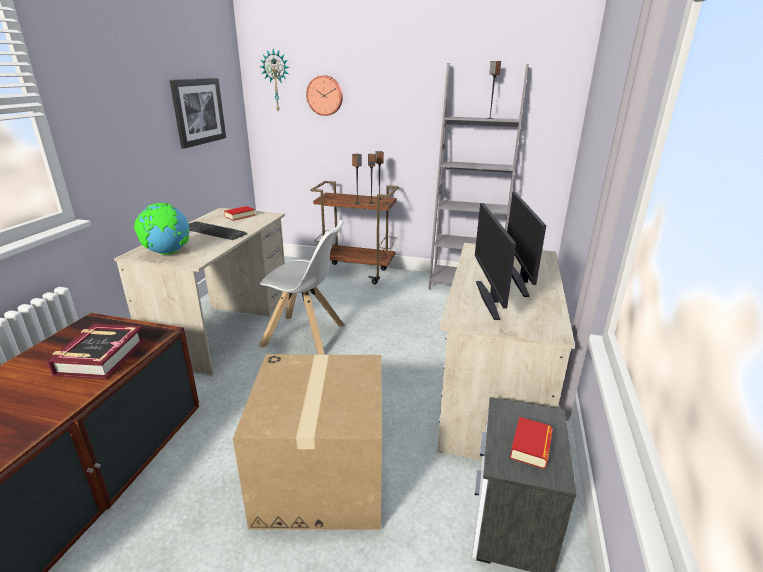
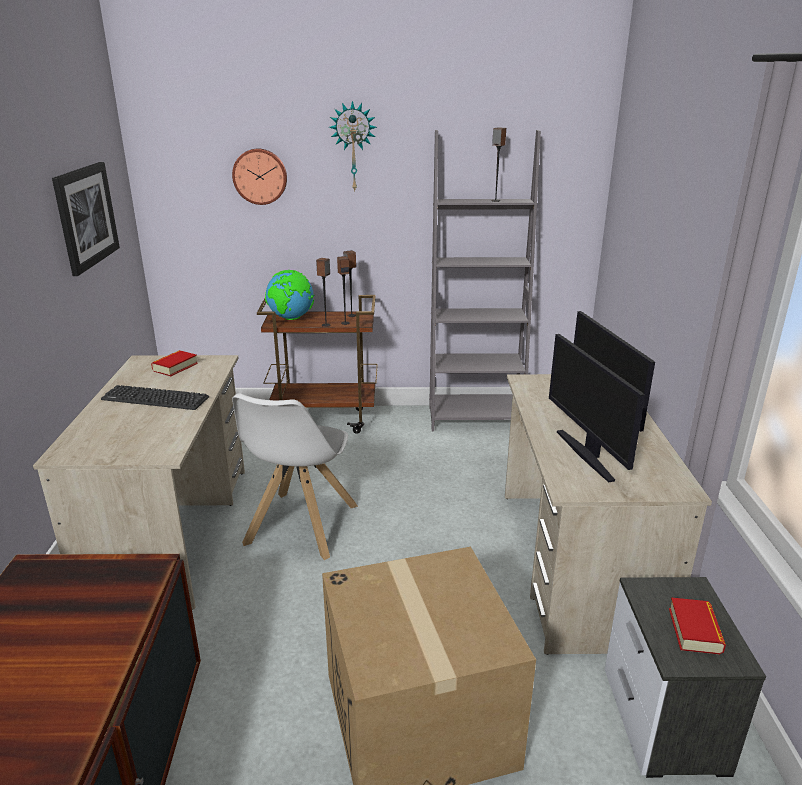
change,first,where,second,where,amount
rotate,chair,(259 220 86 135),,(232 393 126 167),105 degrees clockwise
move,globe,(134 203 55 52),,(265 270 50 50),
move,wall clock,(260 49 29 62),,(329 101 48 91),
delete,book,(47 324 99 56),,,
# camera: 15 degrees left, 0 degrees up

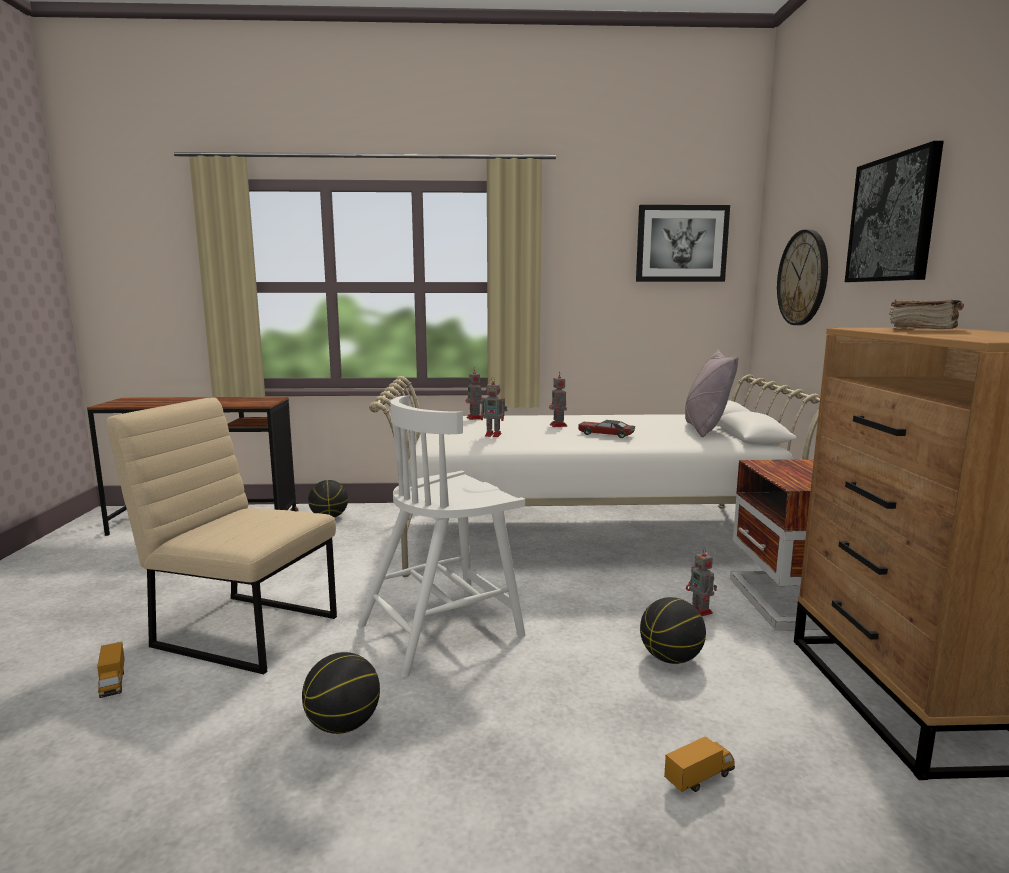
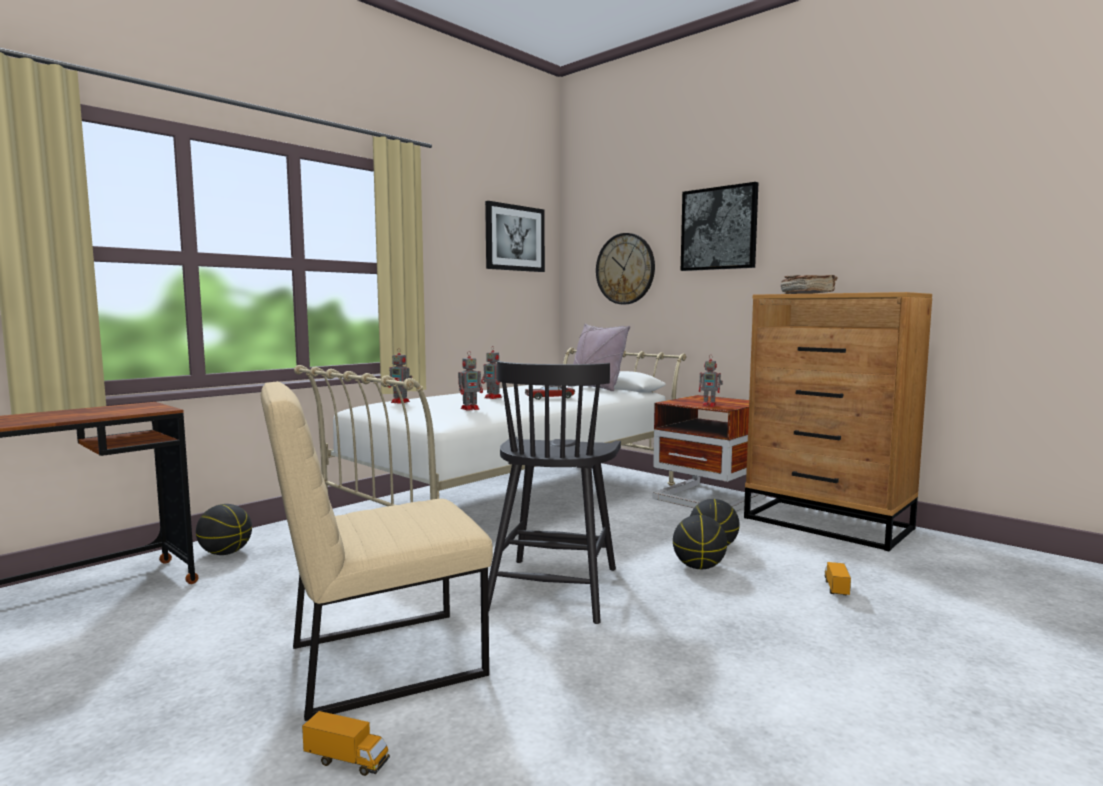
change,first,where,second,where,amount
recolor,white chair,(358 396 167 281),black chair,(488 361 133 263),
move,basketball,(302 652 78 82),,(673 515 54 54),
move,toy robot,(686 547 31 69),,(699 357 24 50),
# camera: 45 degrees left, 5 degrees down

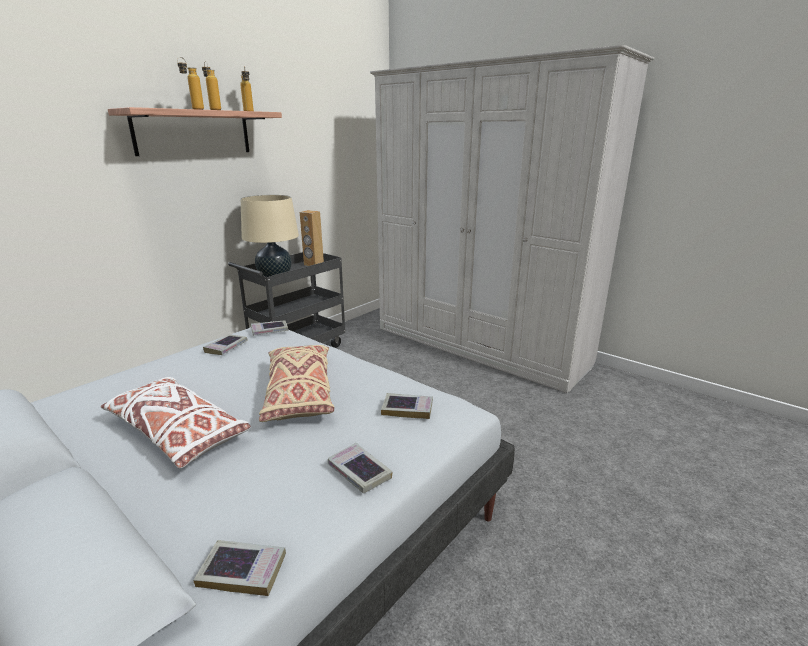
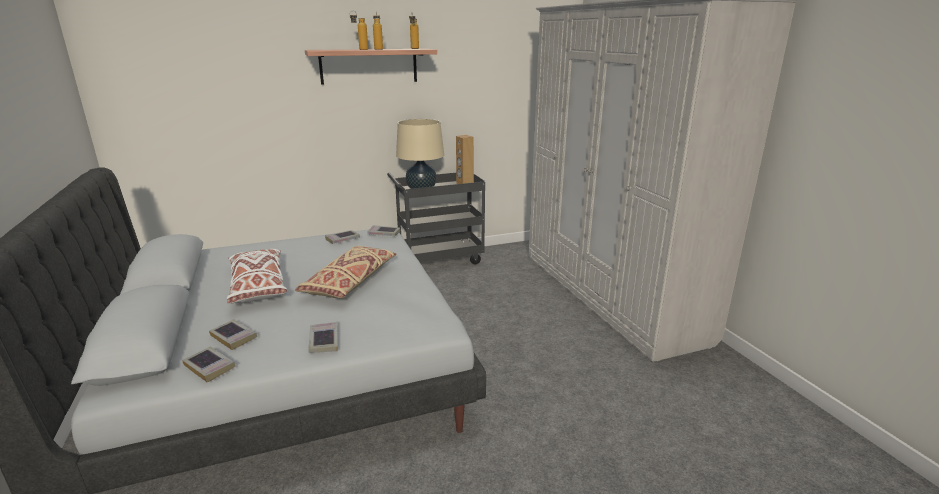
change,first,where,second,where,amount
move,book,(381 393 52 26),,(209 319 48 31),
# camera: 30 degrees right, 0 degrees up

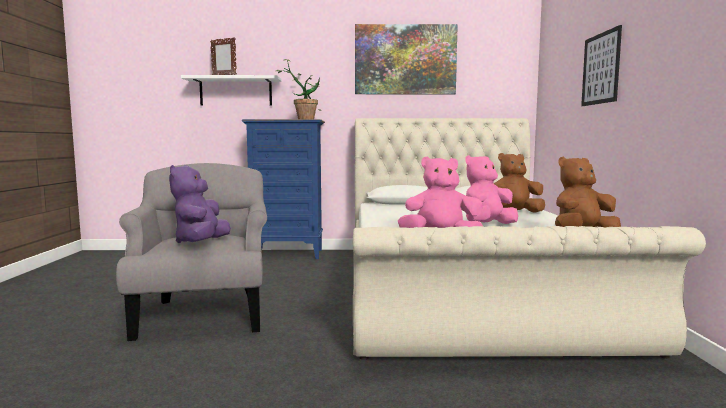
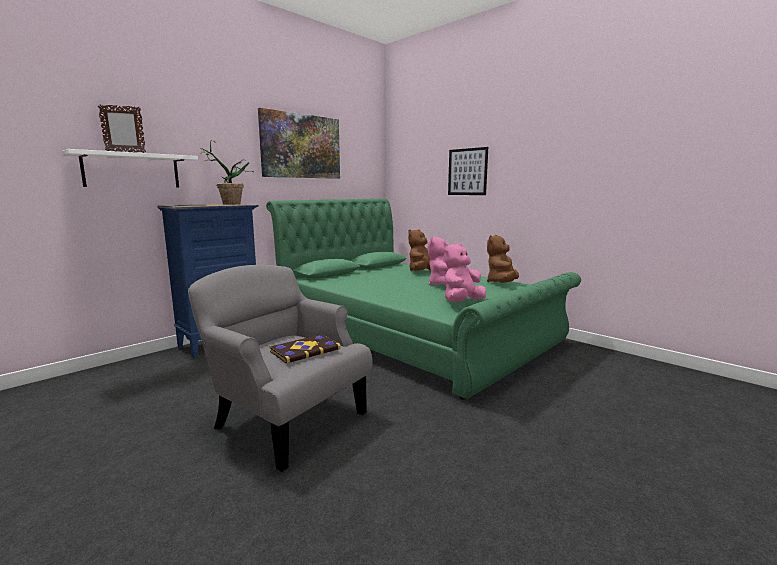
change,first,where,second,where,amount
recolor,beige bed,(353 118 353 242),green bed,(266 198 315 202),
replace,purple plush toy,(169 165 62 78),book,(270 334 71 30),
# camera: 45 degrees left, 5 degrees up

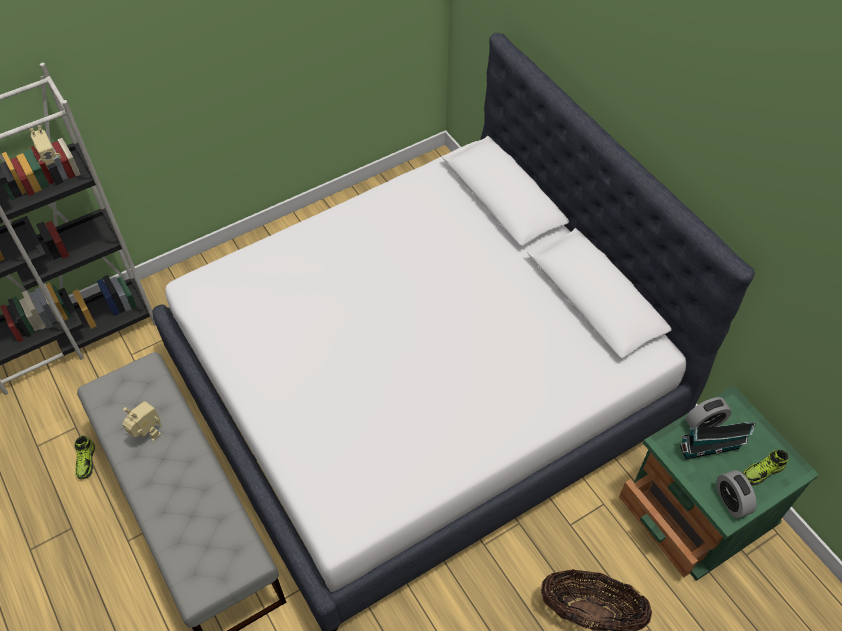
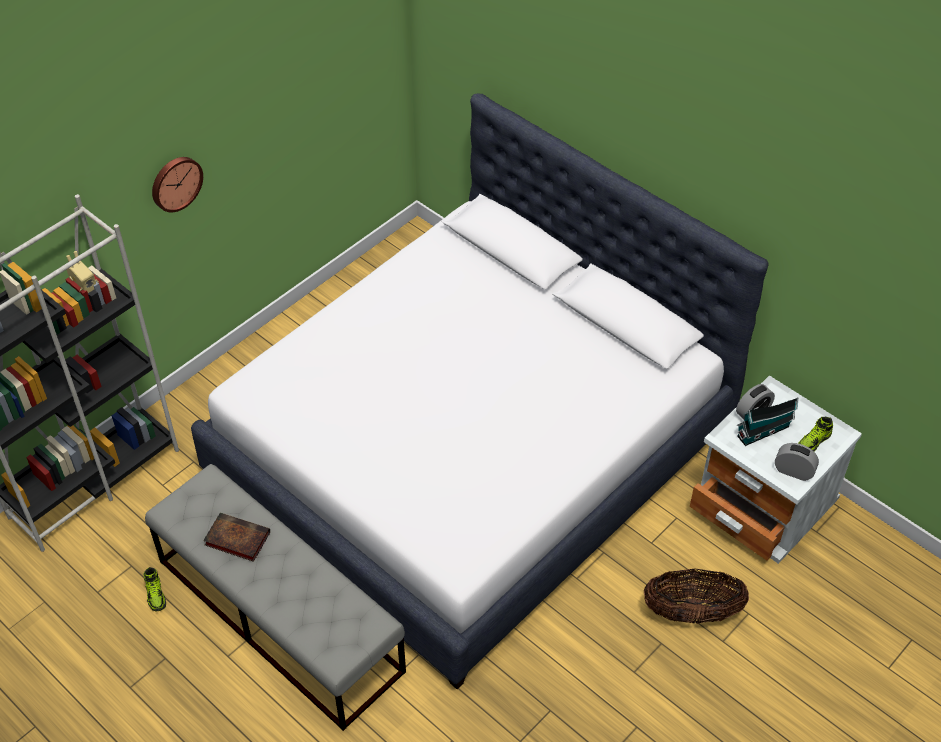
change,first,where,second,where,amount
insert,,,wall clock,(152 157 51 55),
replace,toy robot,(122 401 40 40),book,(203 512 67 50),
recolor,green nightstand,(619 385 200 196),white nightstand,(690 375 172 189),
rotate,alarm clock,(716 470 41 48),,(775 443 44 38),150 degrees clockwise
# camera: 15 degrees left, 5 degrees down

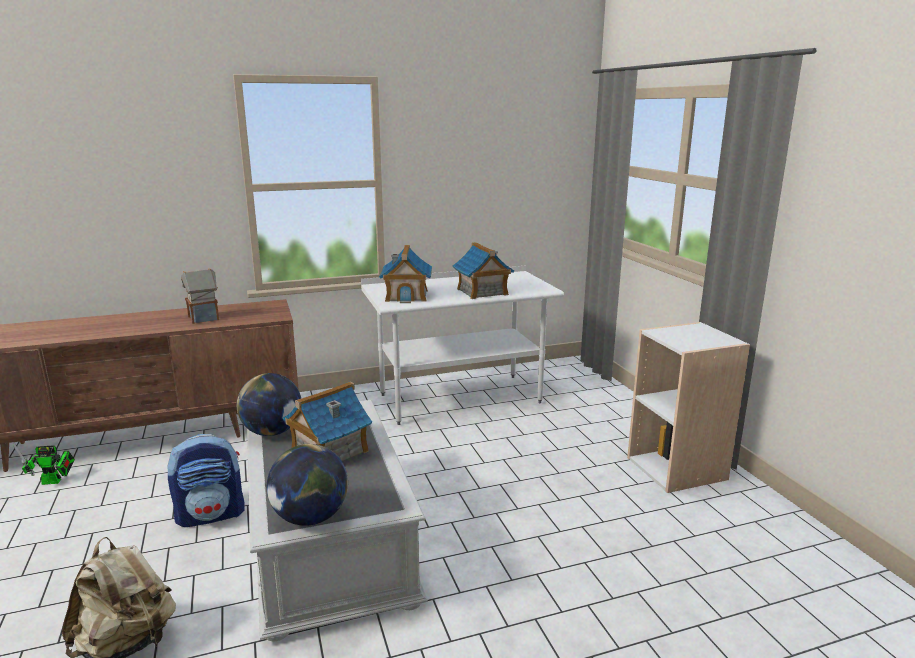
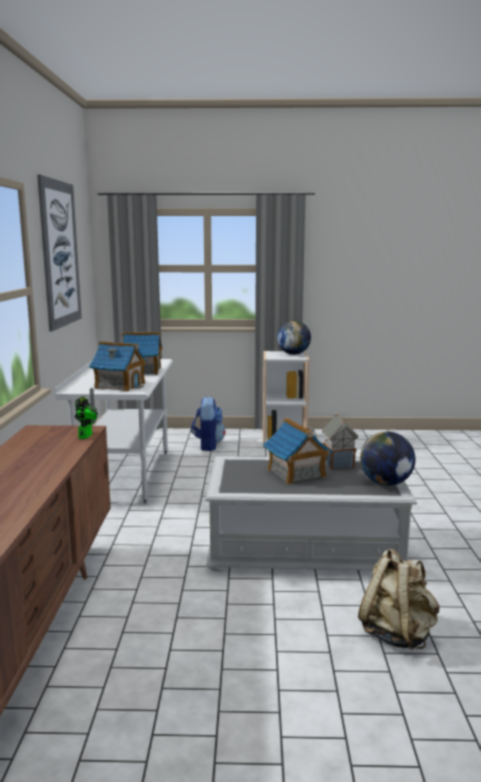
change,first,where,second,where,amount
insert,,,picture,(37 175 45 157),
move,toy robot,(13 443 62 42),,(74 387 24 52),
move,backpack,(167 434 78 93),,(191 397 35 54),
move,globe,(237 373 64 63),,(277 321 34 34),
move,toy house,(181 268 38 56),,(322 414 36 56),
# camera: 70 degrees left, 5 degrees down

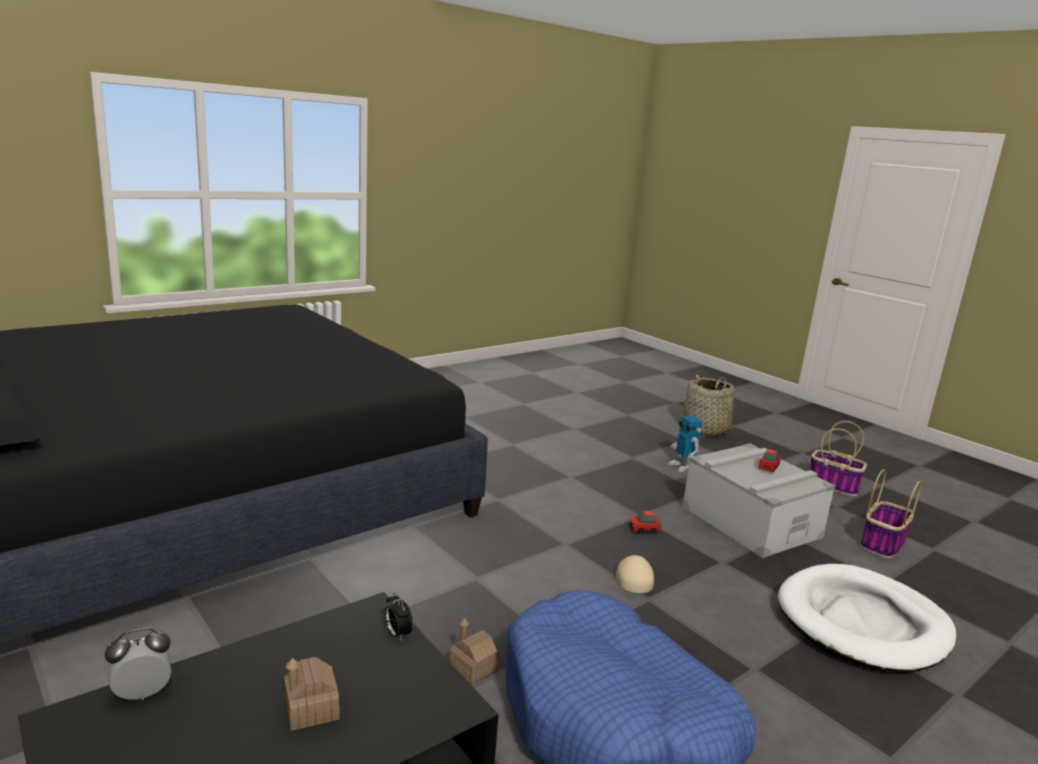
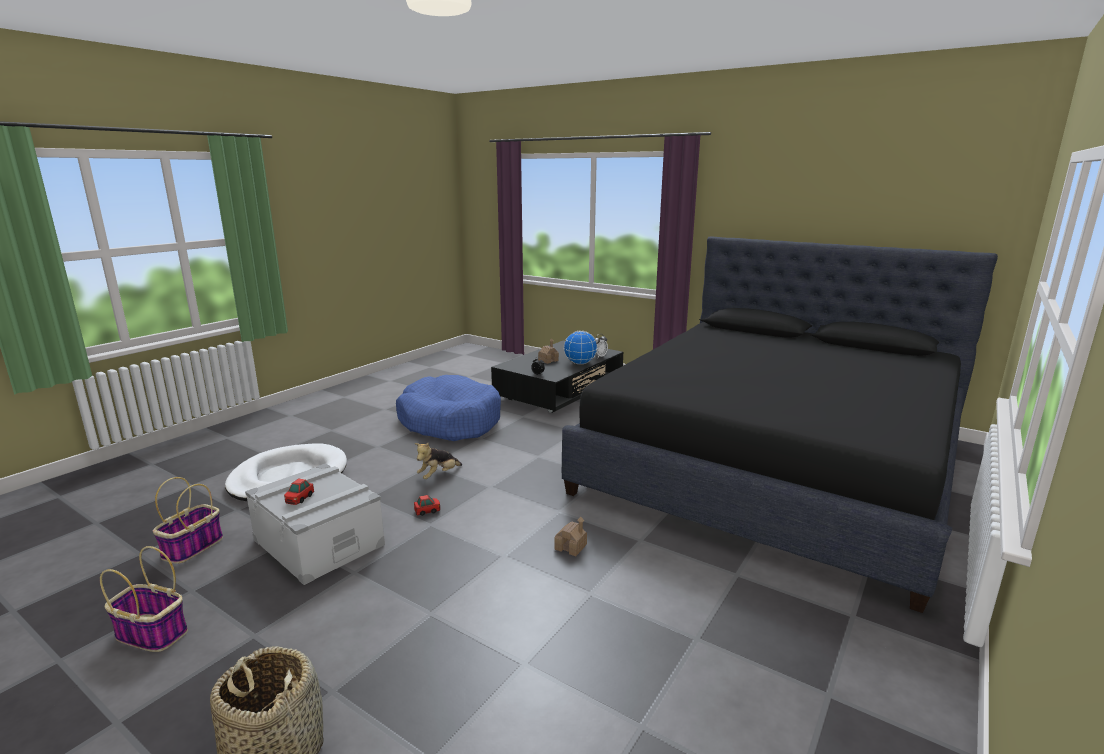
change,first,where,second,where,amount
replace,beige cap,(616 555 38 38),plush toy,(415 443 47 36),
move,toy house,(449 618 51 67),,(554 517 33 39),
insert,,,globe,(564 331 34 34),
delete,toy robot,(668 416 35 56),,,
# camera: 165 degrees right, 0 degrees up

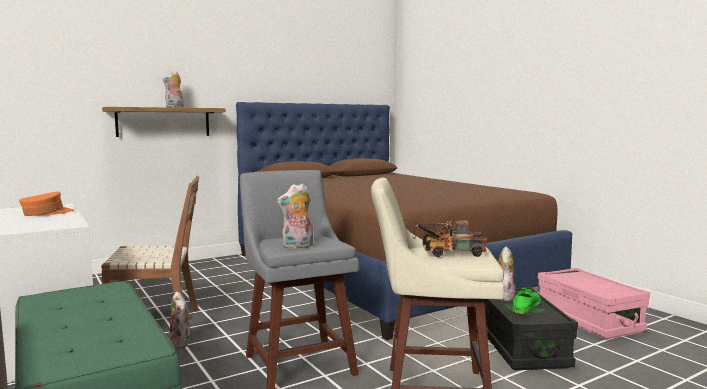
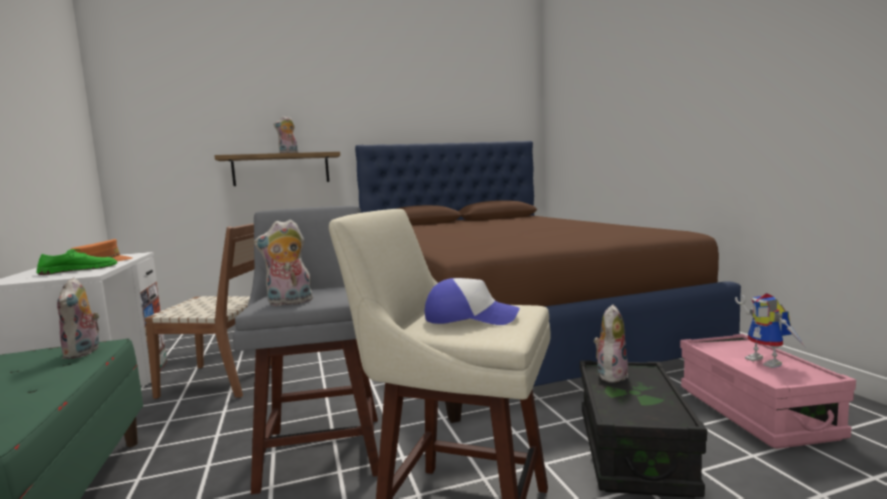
change,first,where,second,where,amount
move,green shoe,(512 288 29 27),,(37 249 80 26),
move,plush toy,(169 291 24 57),,(57 278 43 81),
replace,toy truck,(413 220 74 37),cap,(424 278 96 47),
insert,,,toy robot,(735 293 69 75),
# camera: 15 degrees right, 0 degrees up

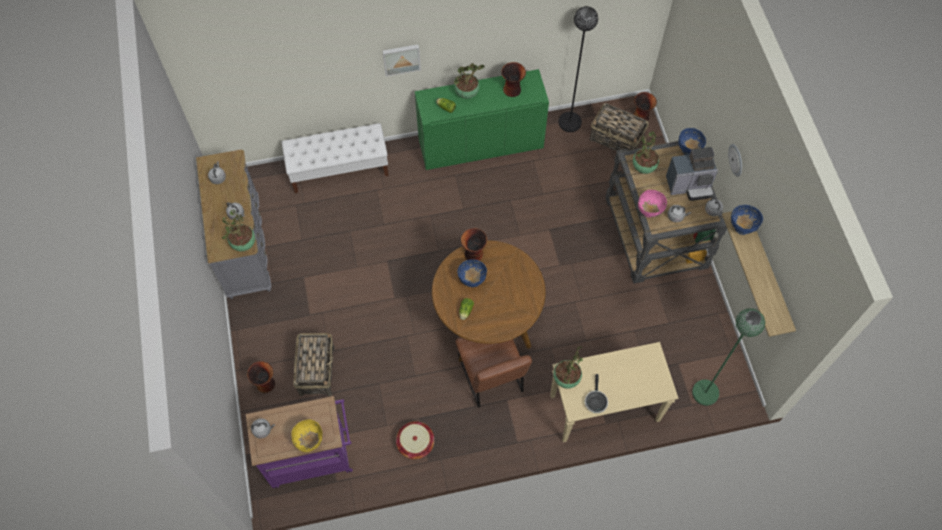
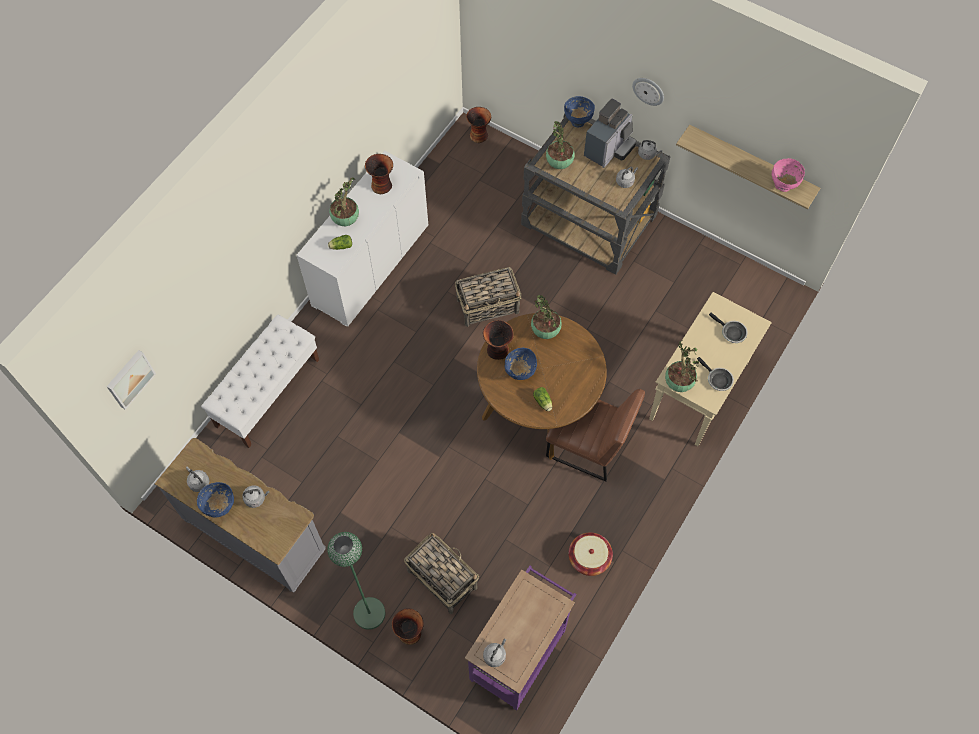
change,first,where,second,where,amount
move,picture,(383 44 38 33),,(106 350 50 60),
move,blue bowl,(731 205 32 30),,(197 482 37 36),
recolor,green cabinet,(415 69 134 101),white cabinet,(297 151 131 176),
move,green floor lamp,(692 308 73 98),,(327 532 58 98),
move,basket,(590 103 59 48),,(455 267 67 60),
move,potted plant,(222 209 33 43),,(531 295 31 44),
insert,,,frying pan,(709 313 39 30),
move,pink bowl,(638 190 29 27),,(772 158 33 34),
delete,yellow bowl,(292 419 31 33),,,
delete,black floor lamp,(558 6 40 126),,,
# camera: 45 degrees left, 0 degrees up

